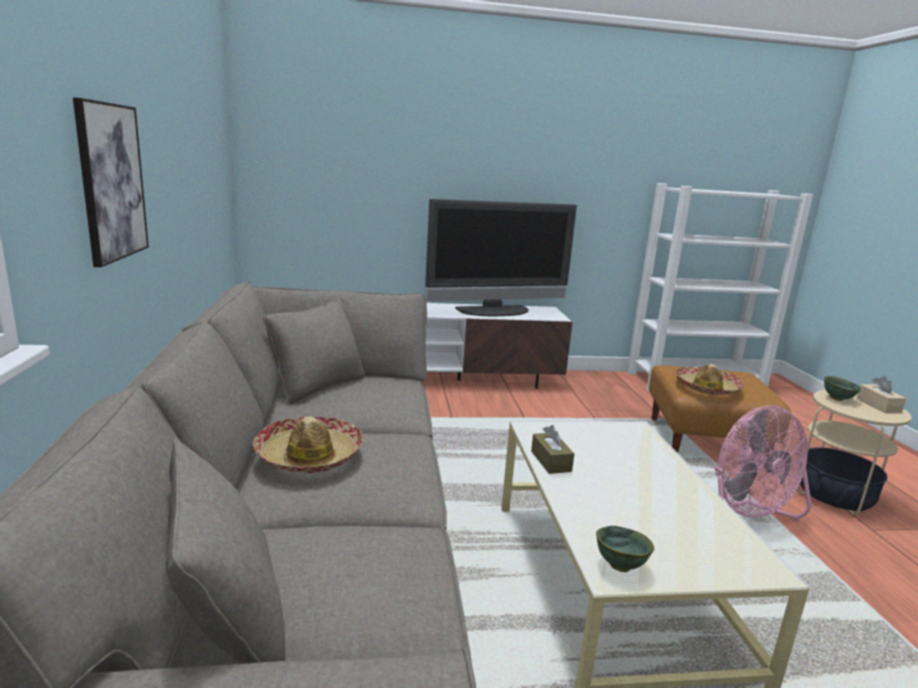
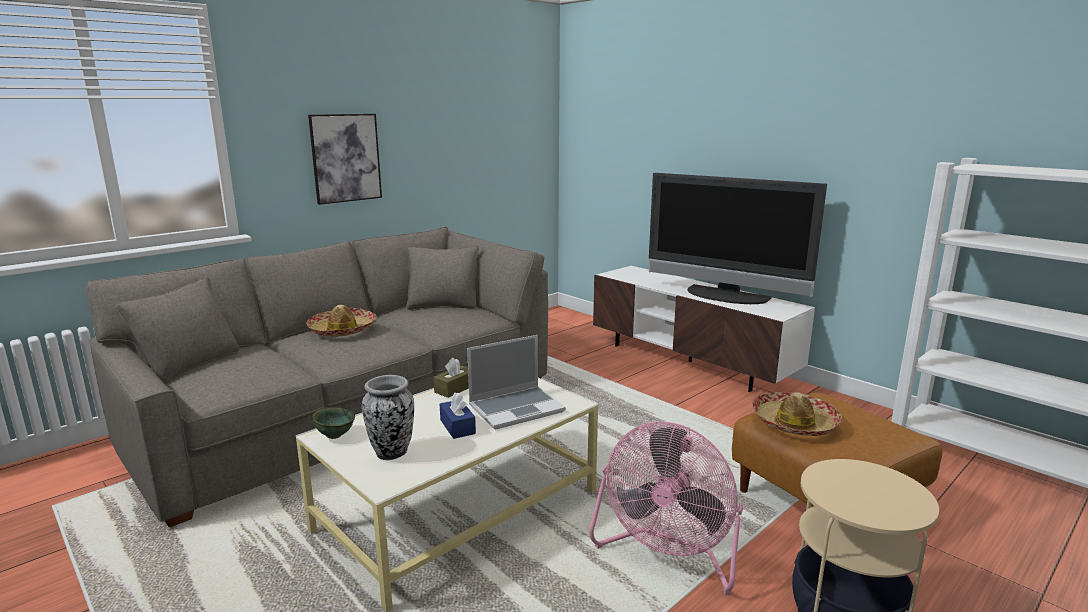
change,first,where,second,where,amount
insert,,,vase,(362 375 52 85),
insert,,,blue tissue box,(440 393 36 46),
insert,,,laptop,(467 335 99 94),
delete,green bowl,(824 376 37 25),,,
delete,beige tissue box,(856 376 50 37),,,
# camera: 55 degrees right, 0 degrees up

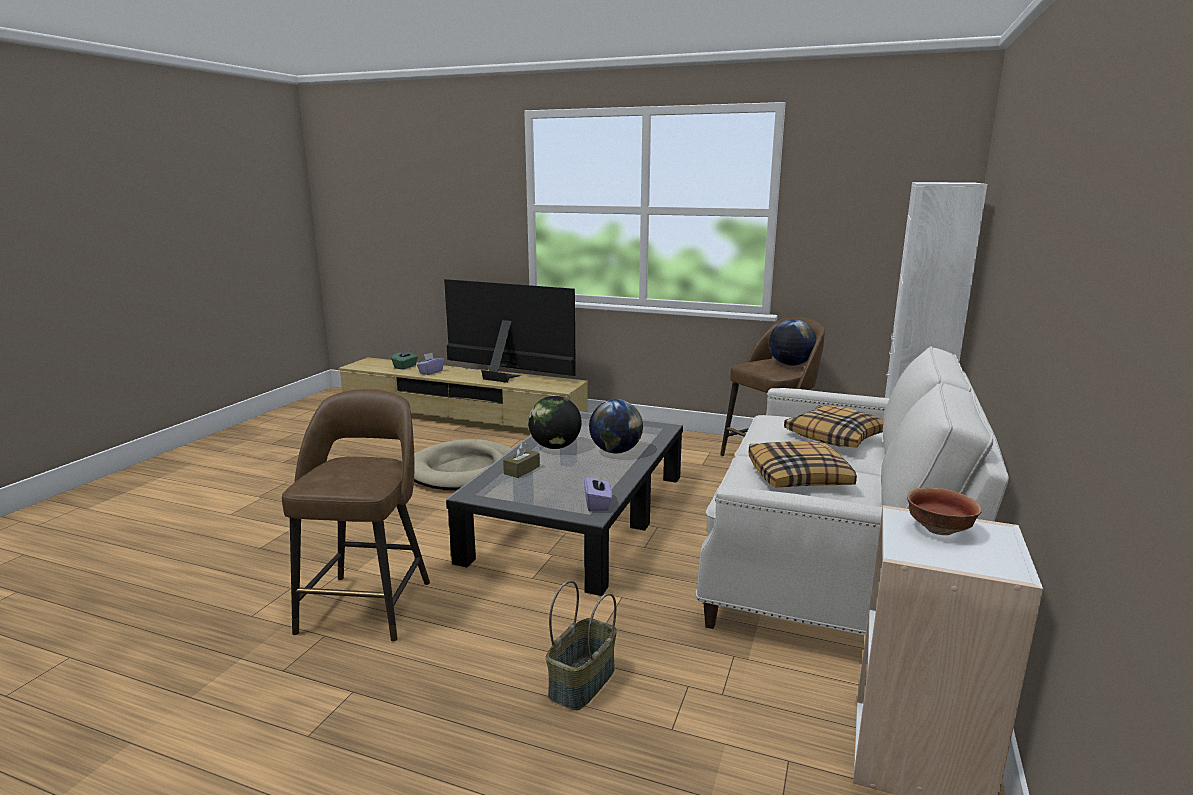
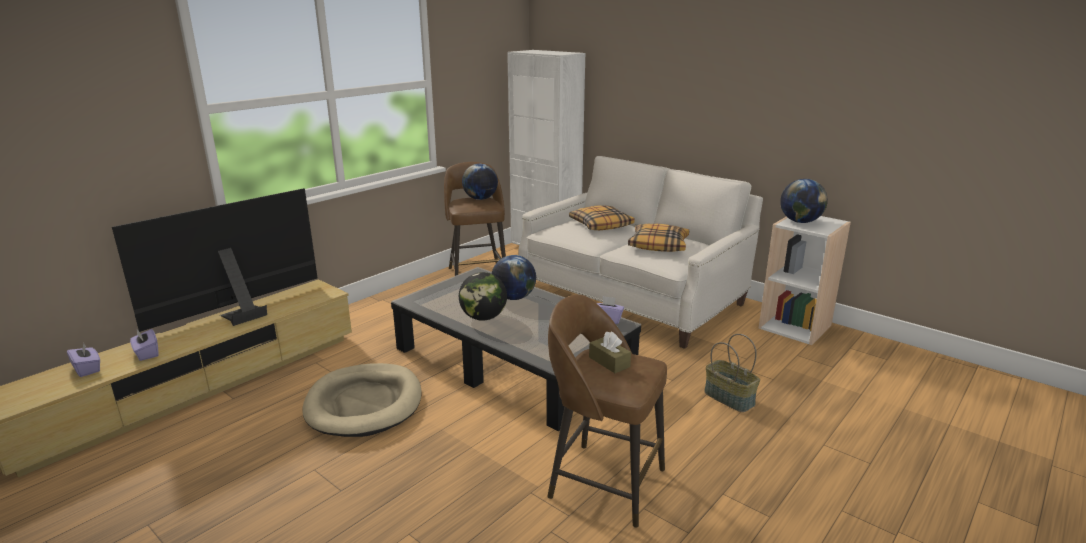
change,first,where,second,where,amount
recolor,green tissue box,(391 348 27 22),purple tissue box,(67 343 33 34),
move,brown tissue box,(503 443 37 35),,(589 332 42 41),
replace,bowl,(907 487 75 48),globe,(780 179 48 44),
# camera: 70 degrees left, 5 degrees up

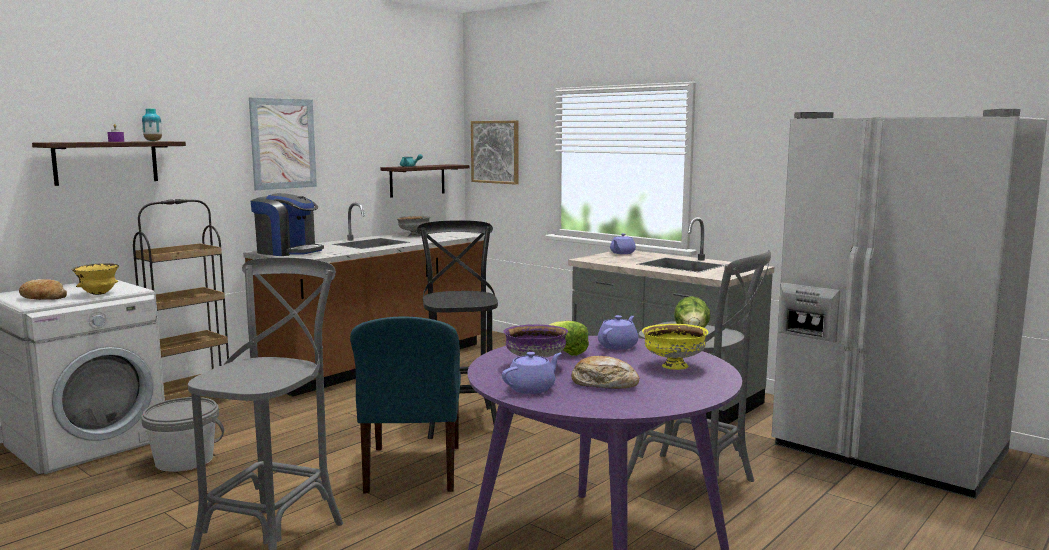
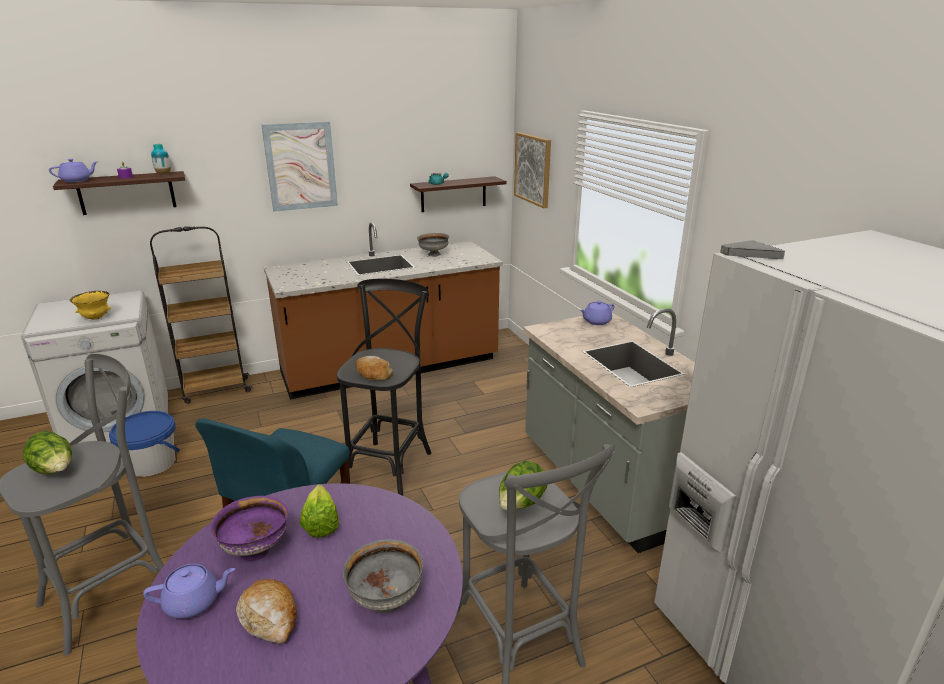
change,first,where,second,where,amount
insert,,,lettuce,(23 431 49 43),
move,purple teapot,(598 315 40 35),,(49 159 48 23),
recolor,grey bucket,(141 397 83 75),blue bucket,(109 411 71 66),
recolor,yellow bowl,(642 324 66 46),grey bowl,(343 539 80 75),
move,bread,(19 279 48 21),,(355 356 38 25),
delete,coffee machine,(251 193 73 63),,,
# camera: 25 degrees right, 15 degrees up

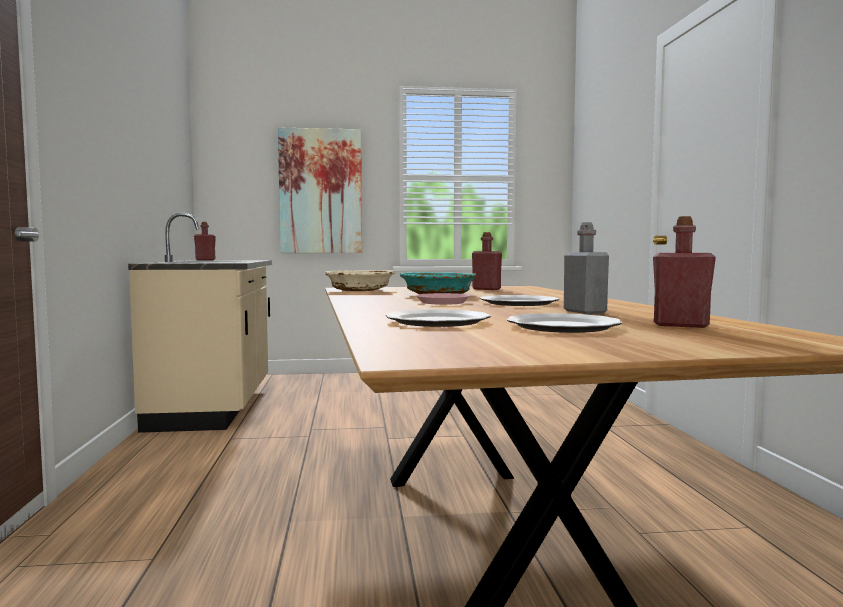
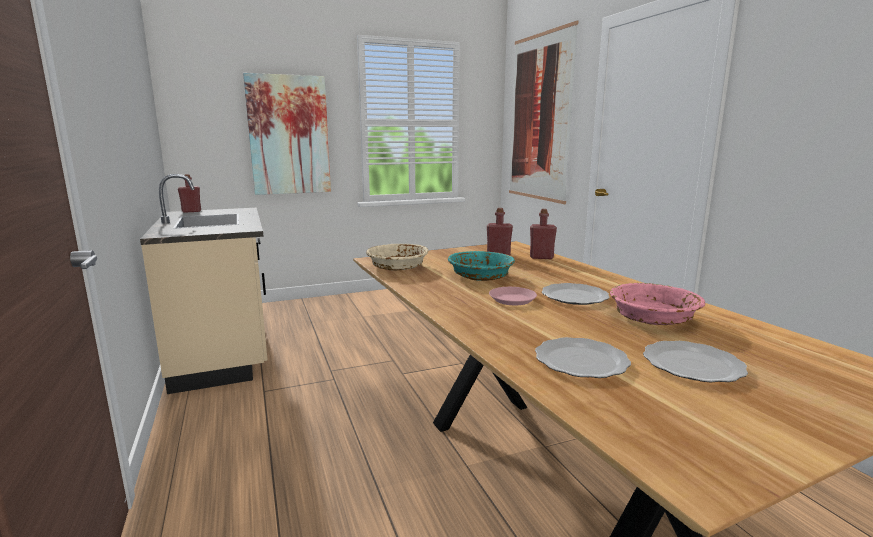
change,first,where,second,where,amount
insert,,,picture,(509 20 69 184),
move,red bottle,(653 216 63 112),,(530 209 27 50),
replace,grey bottle,(564 222 45 92),pink bowl,(610 283 95 42),
# camera: 15 degrees left, 10 degrees up

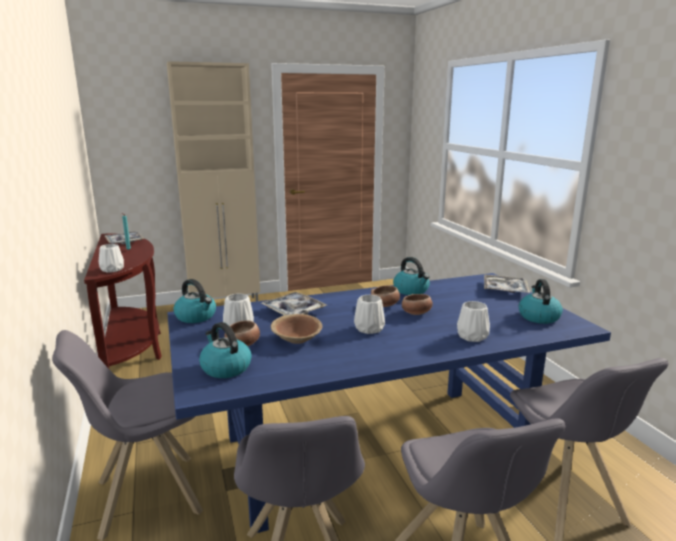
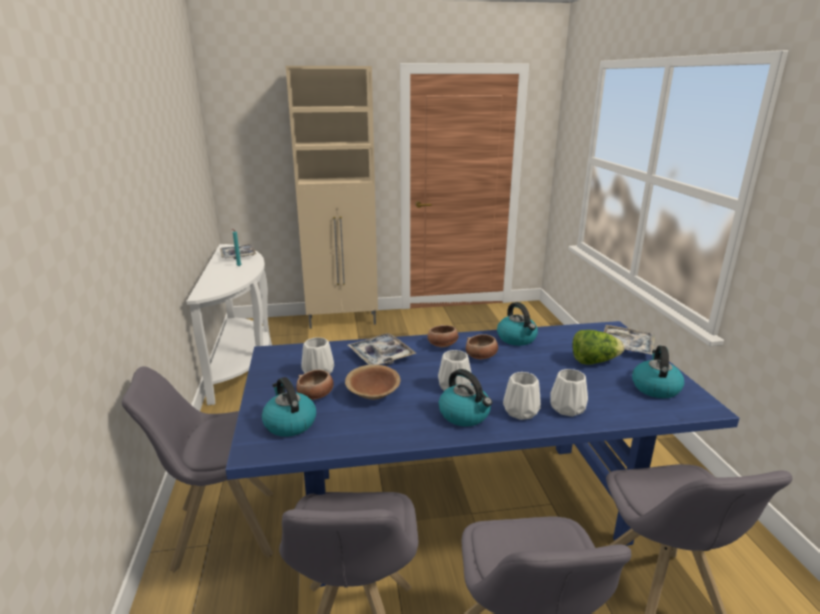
change,first,where,second,where,amount
recolor,brown console table,(84 233 78 135),white console table,(186 244 86 161),
move,bowl,(402 294 31 21),,(427 324 32 23),
move,kettle,(173 279 43 44),,(439 369 53 57),
move,white vase,(99 244 25 29),,(503 372 38 48),
insert,,,lettuce,(572 330 52 35),
# camera: 10 degrees right, 5 degrees up

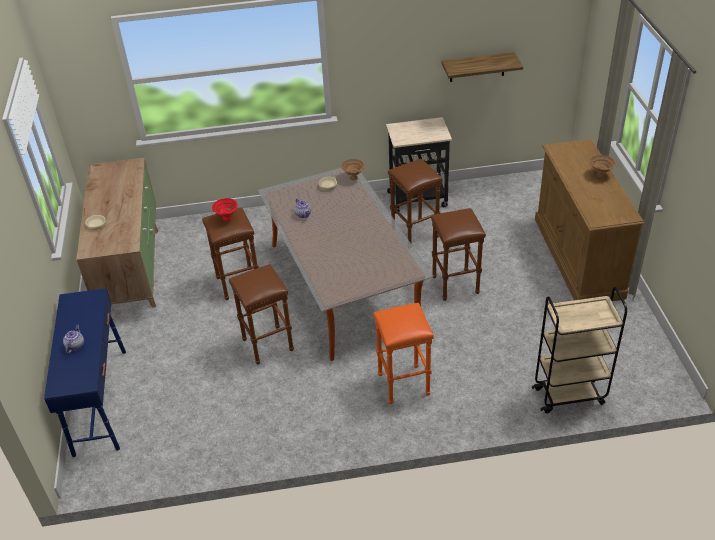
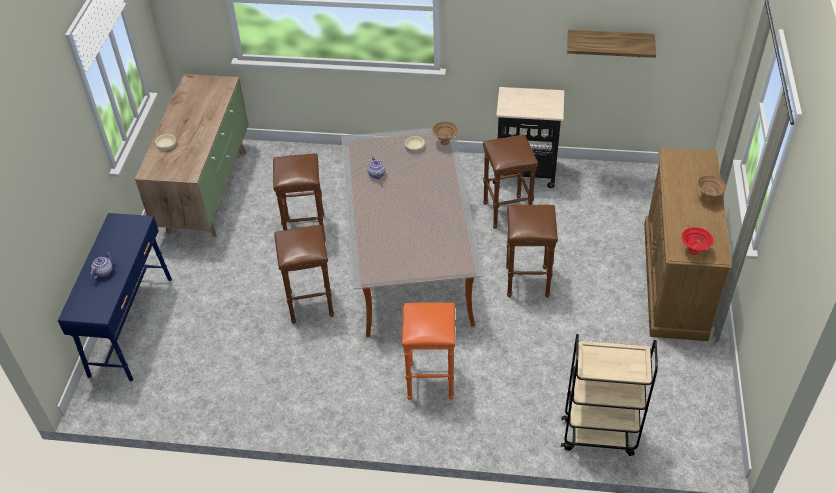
change,first,where,second,where,amount
move,red bowl,(212 198 26 23),,(681 227 32 28),
# camera: 15 degrees right, 5 degrees up

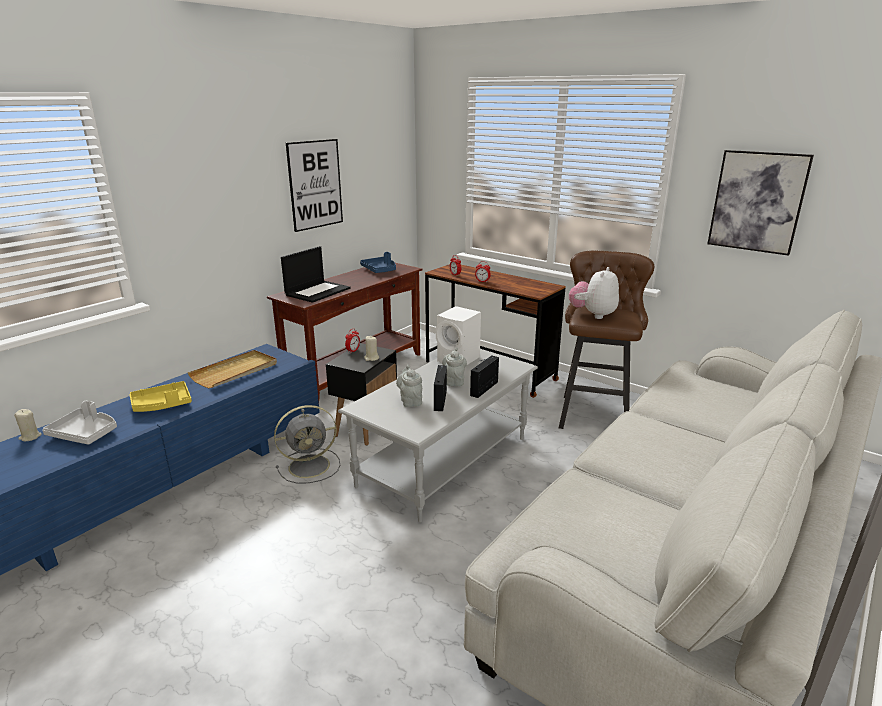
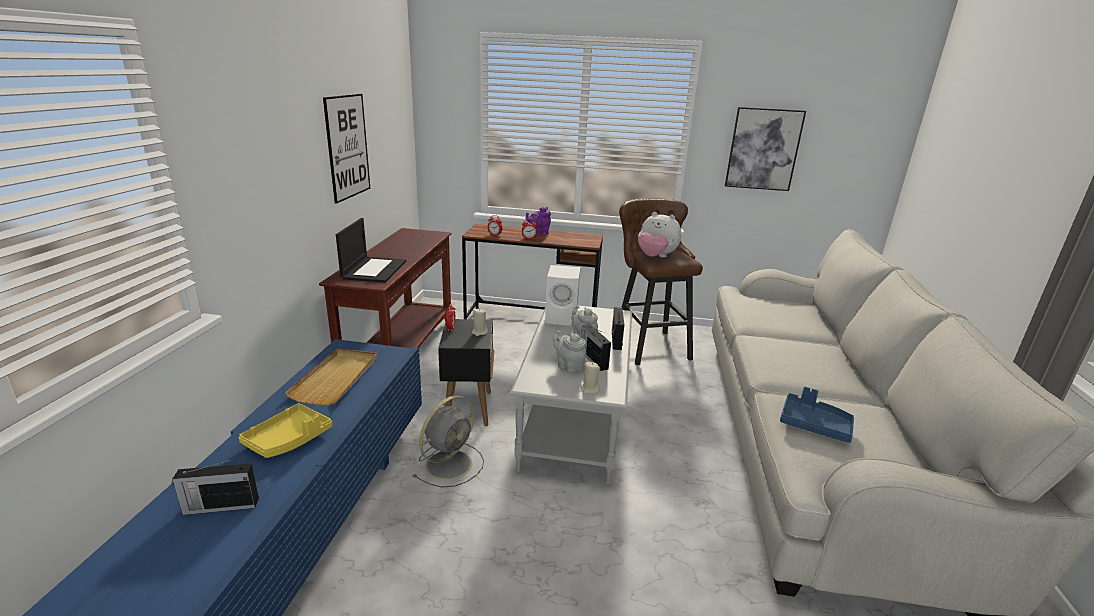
change,first,where,second,where,amount
replace,grey tray,(42 401 75 44),radio,(172 458 87 57),
insert,,,purple teapot,(526 207 25 29),
move,beige candle,(14 409 28 32),,(580 362 20 32),
rotate,plush toy,(569 267 50 52),,(638 212 43 46),60 degrees counterclockwise
move,blue tray,(360 252 36 21),,(780 387 74 56),
# camera: 30 degrees left, 0 degrees up

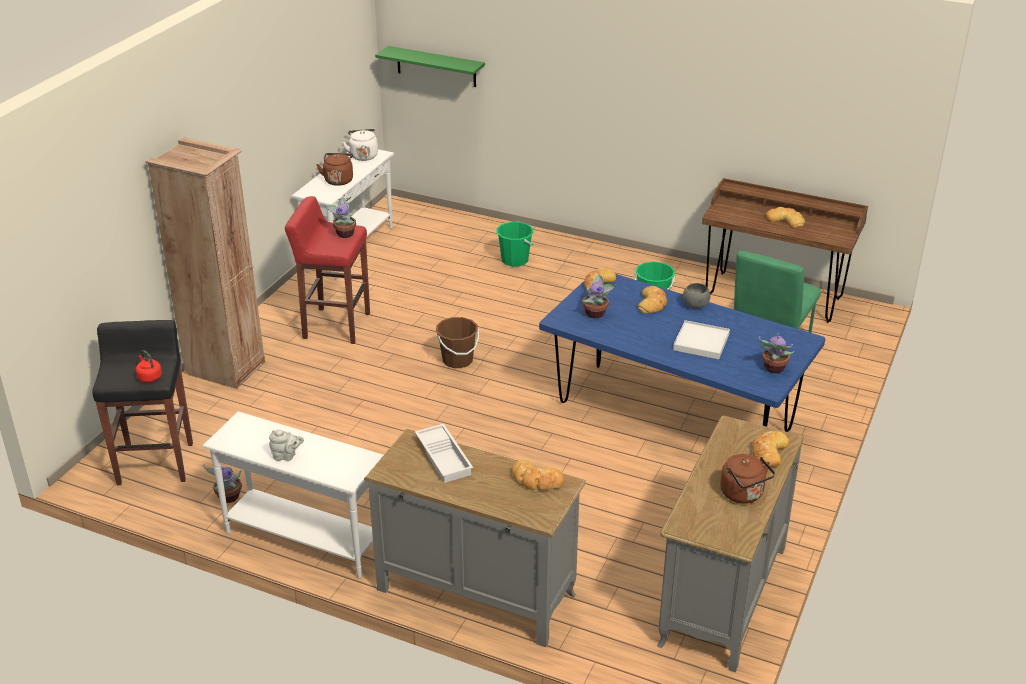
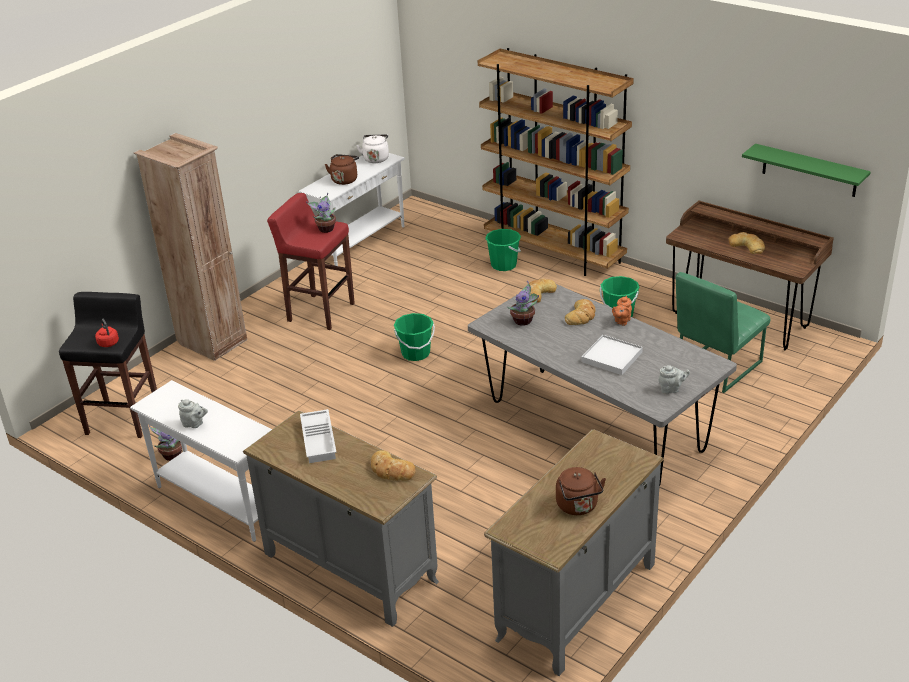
change,first,where,second,where,amount
recolor,brown bucket,(436 317 43 51),green bucket,(394 313 41 48),
recolor,blue dining table,(539 274 286 158),grey dining table,(468 284 269 203),
insert,,,brown bookcase,(478 48 156 228),
replace,grey bowl,(683 283 27 26),orange teapot,(612 295 20 31),
replace,potted plant,(759 333 36 40),grey teapot,(658 365 32 29),
move,green shelf,(375 46 110 41),,(742 144 129 53),
delete,bread,(752 431 37 36),,,
# camera: 15 degrees right, 0 degrees up

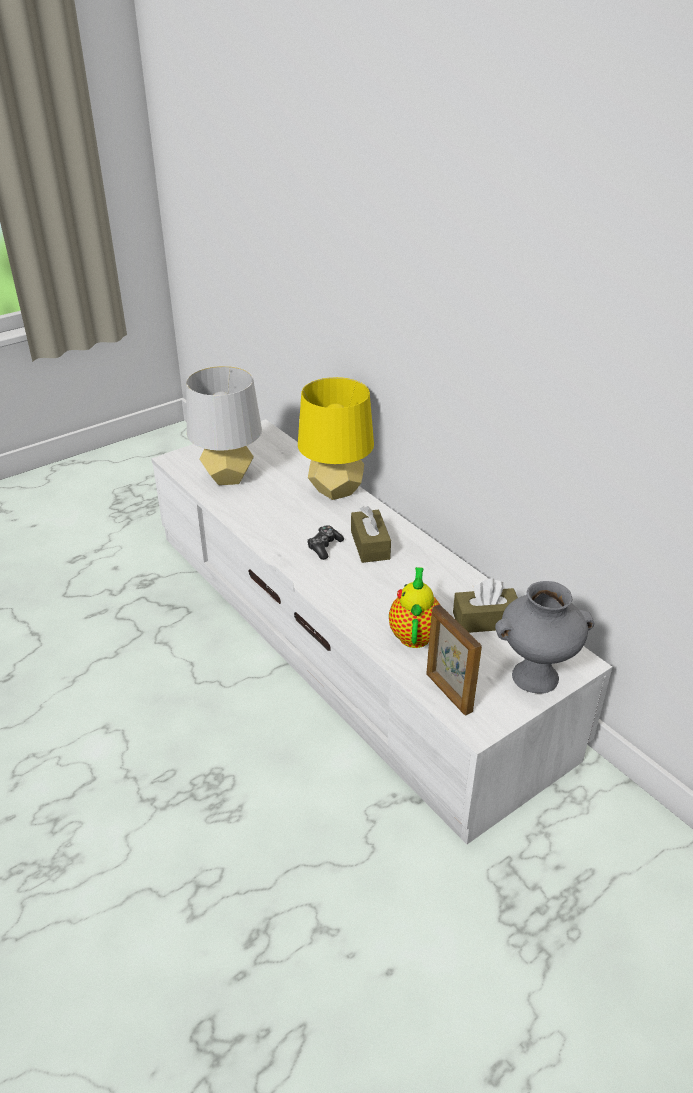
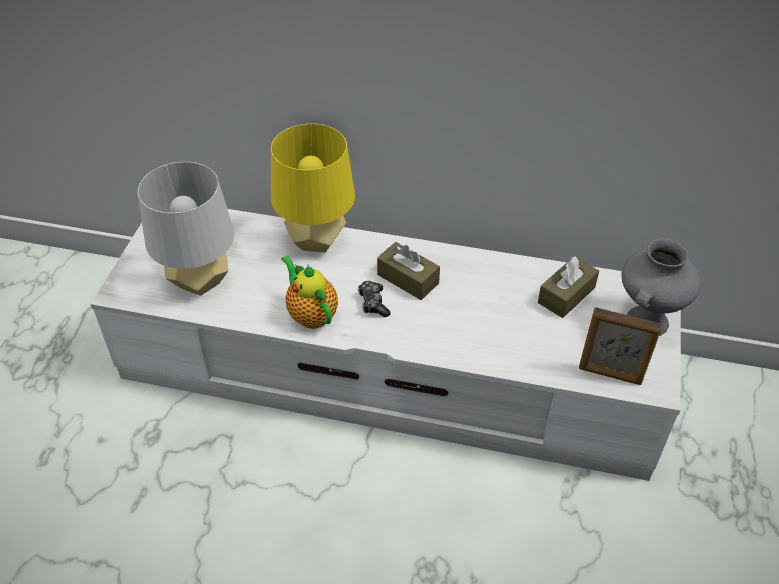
change,first,where,second,where,amount
move,teapot,(389 567 50 81),,(281 255 57 74),
# camera: 40 degrees left, 10 degrees up

